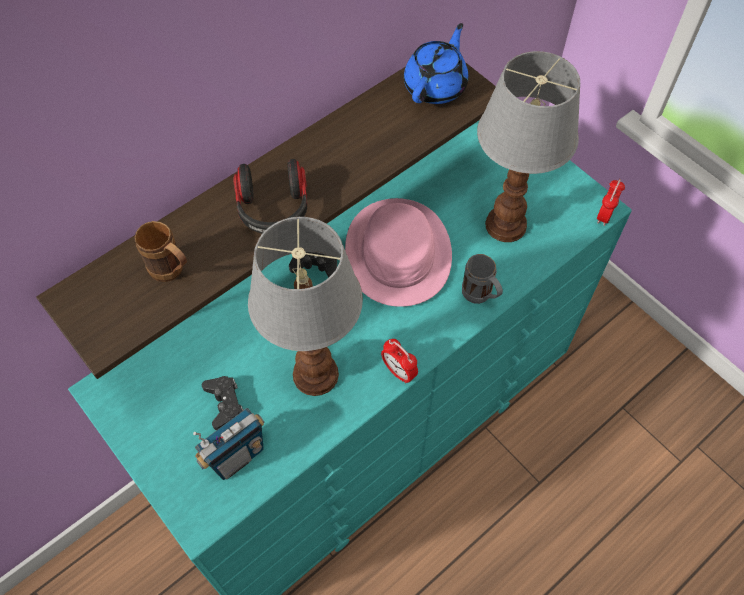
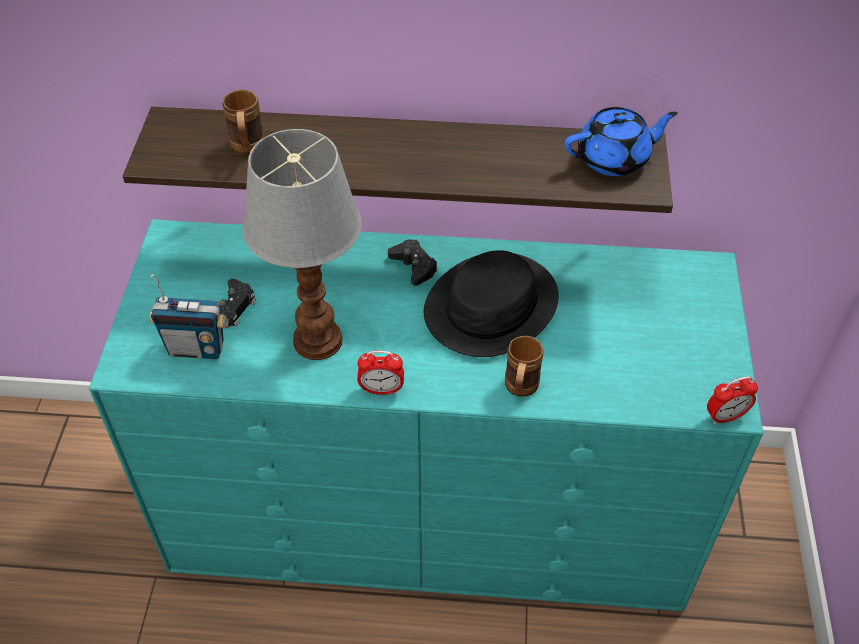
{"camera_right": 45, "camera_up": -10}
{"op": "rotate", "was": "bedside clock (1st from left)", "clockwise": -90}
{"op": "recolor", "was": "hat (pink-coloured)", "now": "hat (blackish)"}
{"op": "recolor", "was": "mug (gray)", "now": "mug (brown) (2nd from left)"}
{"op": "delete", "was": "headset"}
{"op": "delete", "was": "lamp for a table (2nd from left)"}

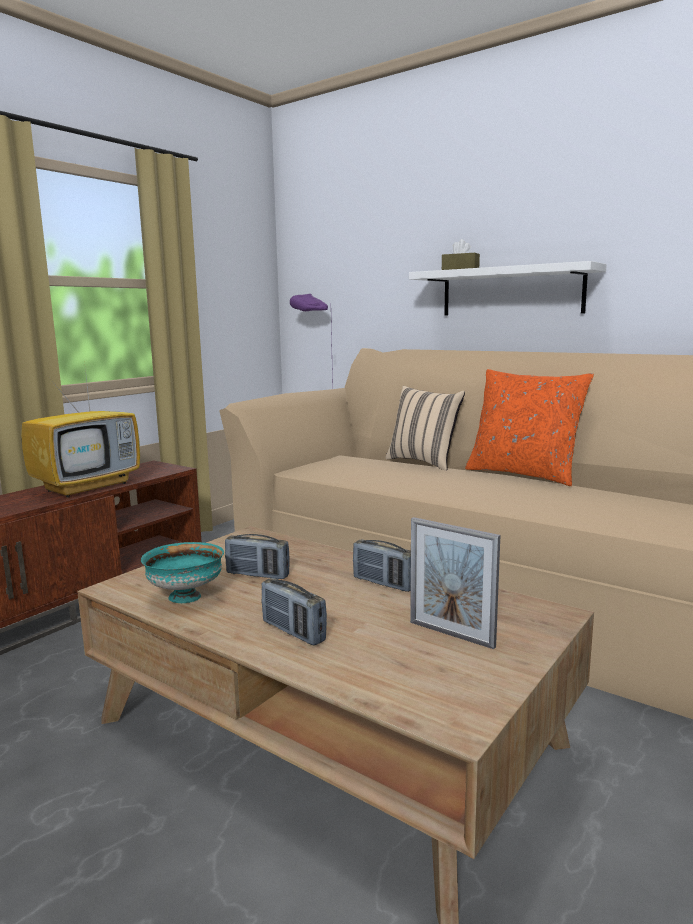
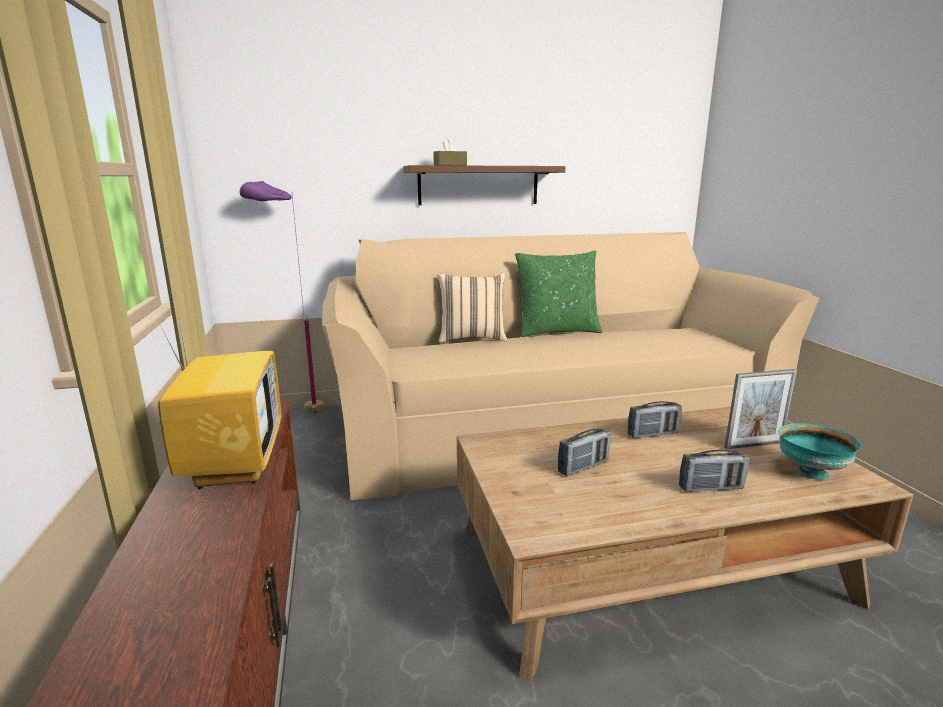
{"camera_right": -50, "camera_up": 5}
{"op": "recolor", "was": "shelf (white-coloured)", "now": "shelf (brown)"}
{"op": "recolor", "was": "throw pillow (orange)", "now": "throw pillow (green-coloured)"}
{"op": "move", "was": "deep dish (blue-green)"}

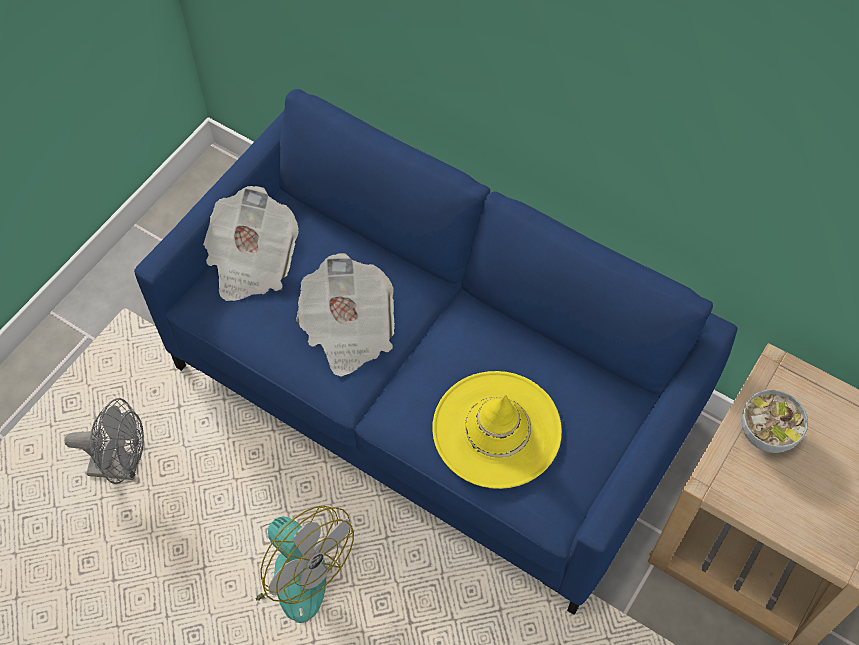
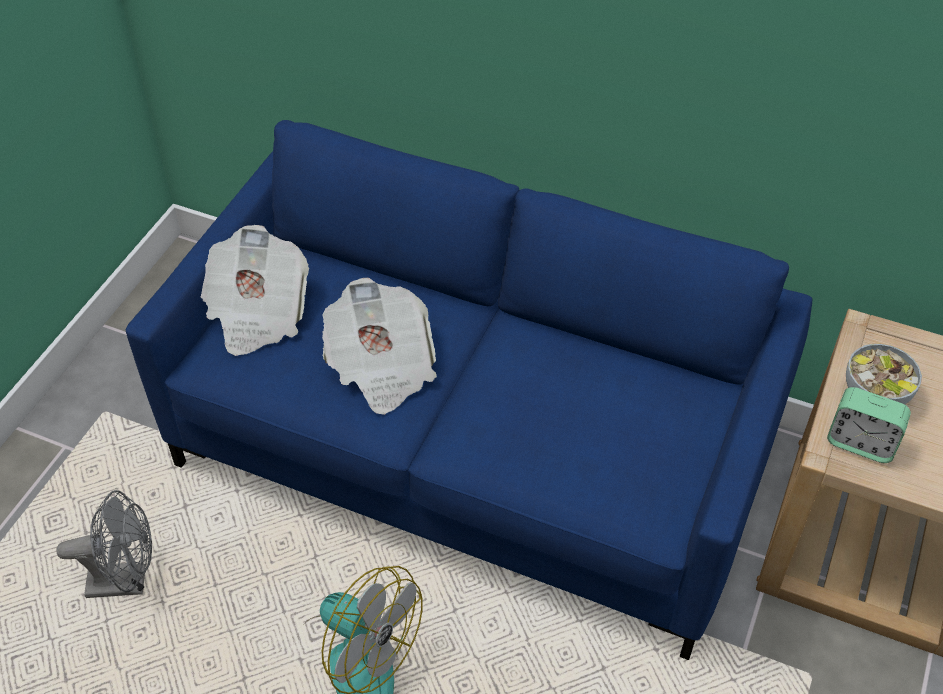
{"camera_right": -10, "camera_up": -10}
{"op": "insert", "now": "bedside clock"}
{"op": "delete", "was": "hat (yellowish)"}

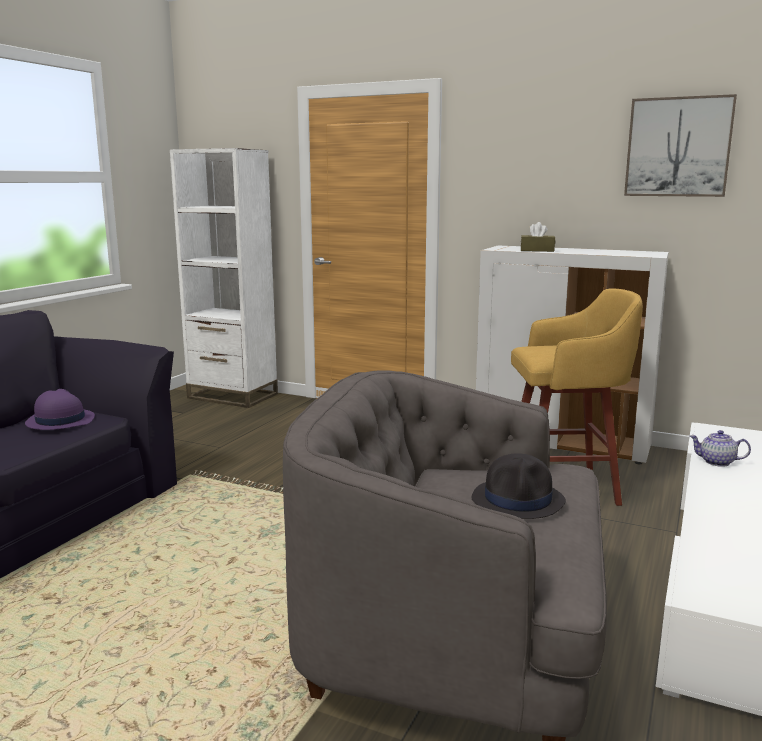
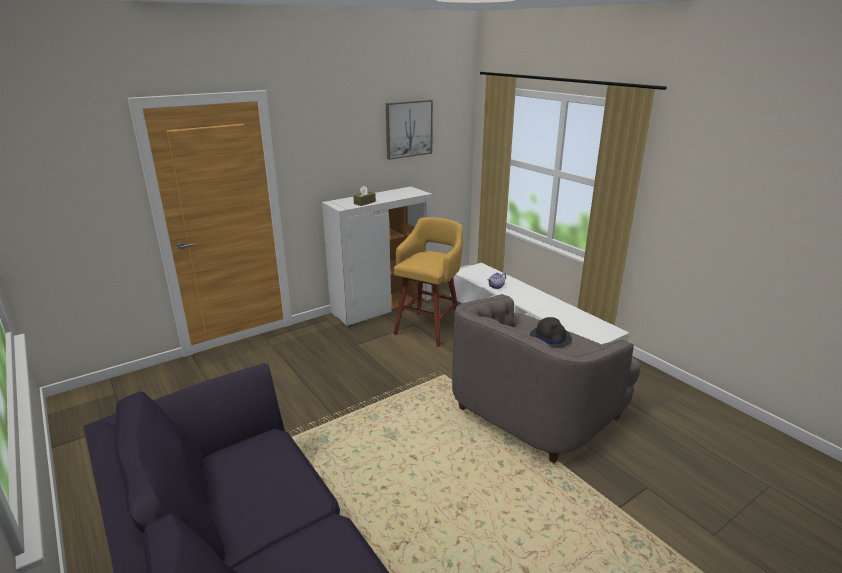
{"camera_right": -60, "camera_up": 10}
{"op": "delete", "was": "hat (purplish)"}
{"op": "delete", "was": "bookcase (white-coloured)"}

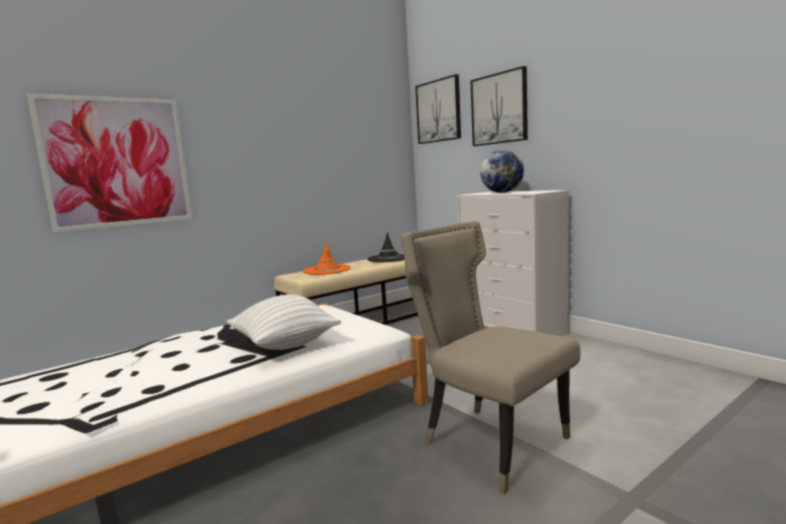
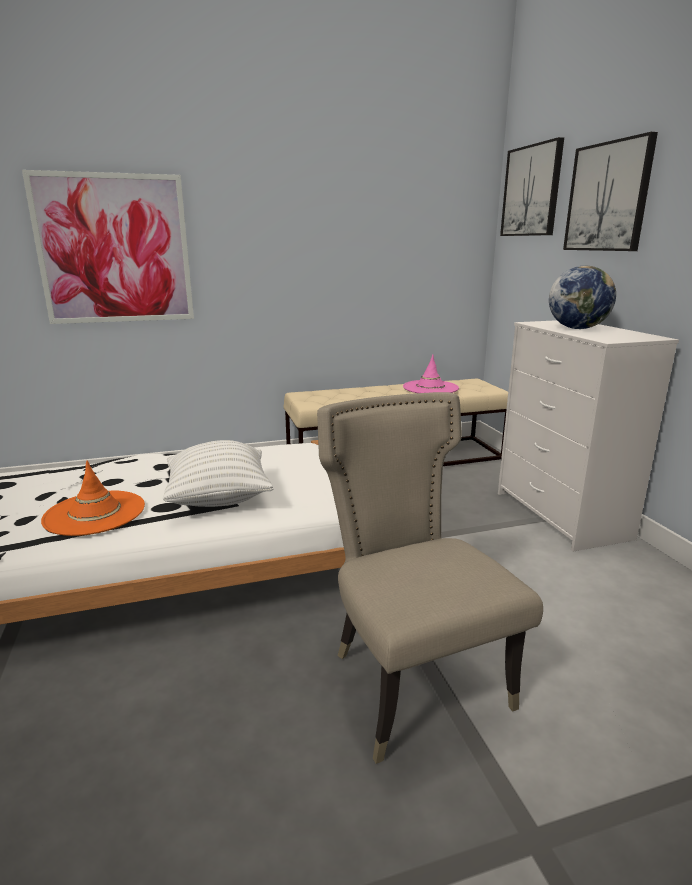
{"camera_right": 20, "camera_up": 10}
{"op": "move", "was": "hat (orange)"}
{"op": "recolor", "was": "hat (blackish)", "now": "hat (pink-coloured)"}

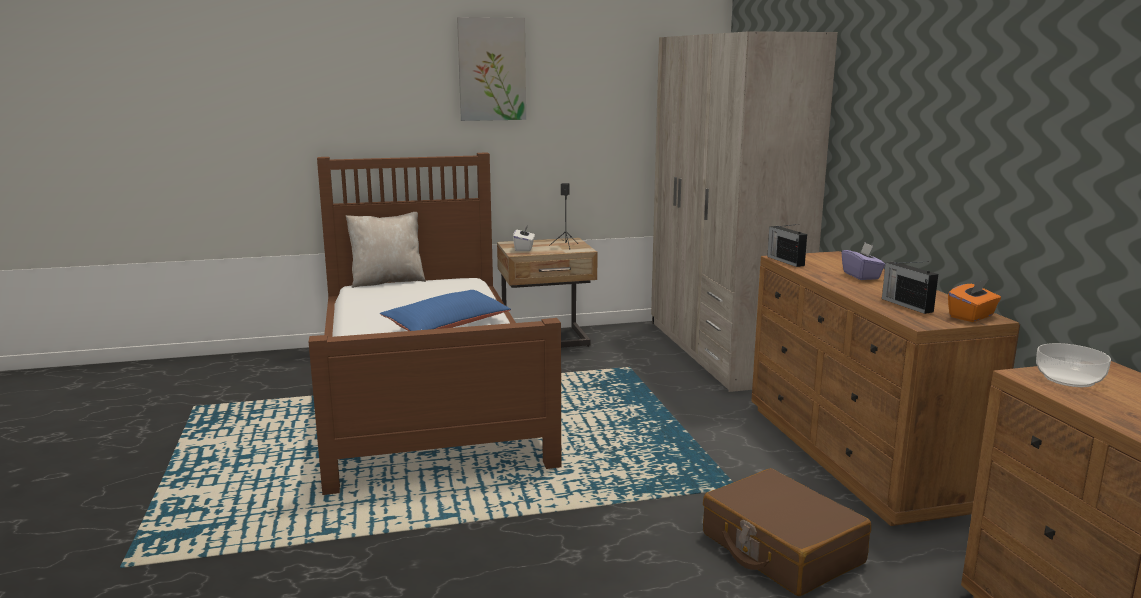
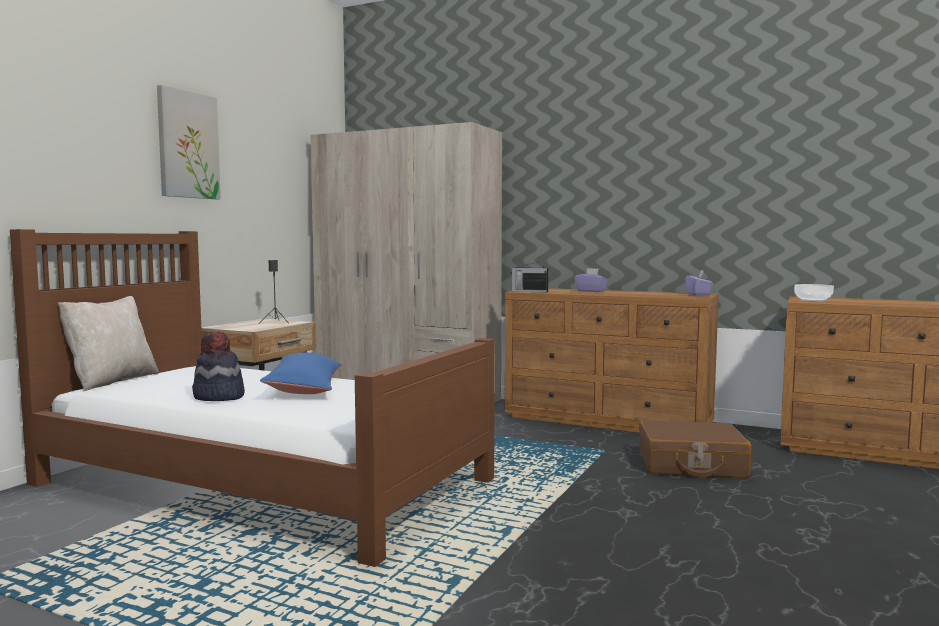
{"camera_right": -50, "camera_up": -10}
{"op": "insert", "now": "hat"}
{"op": "recolor", "was": "box of tissues (orange)", "now": "box of tissues (purplish) (2nd from left)"}
{"op": "delete", "was": "box of tissues (white-coloured)"}
{"op": "delete", "was": "radio set (2nd from left)"}

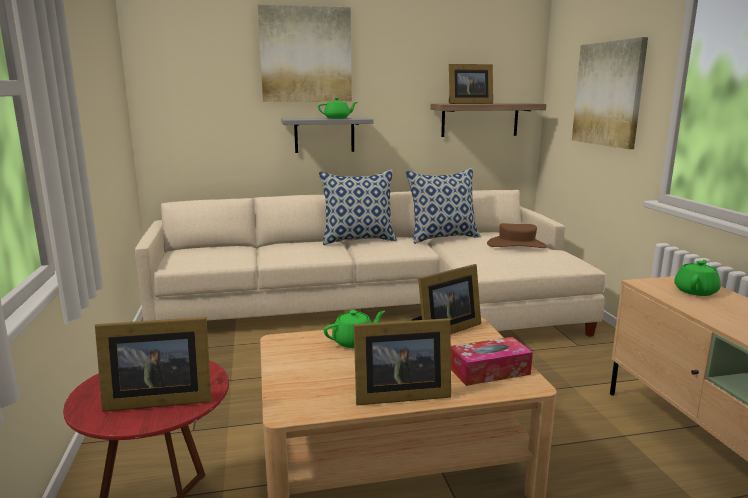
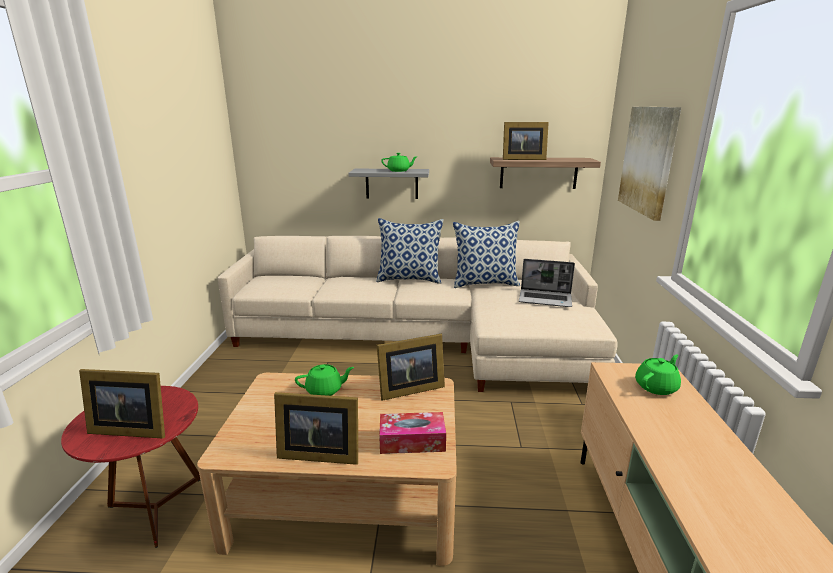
{"camera_right": 15, "camera_up": 5}
{"op": "replace", "was": "hat (brown)", "now": "laptop"}
{"op": "delete", "was": "wall art (1st from left)"}

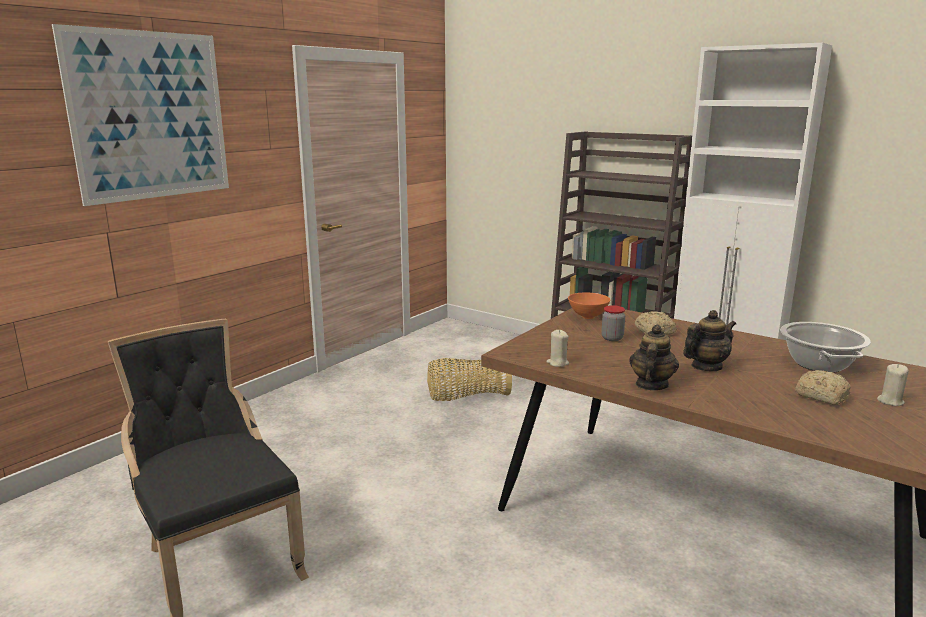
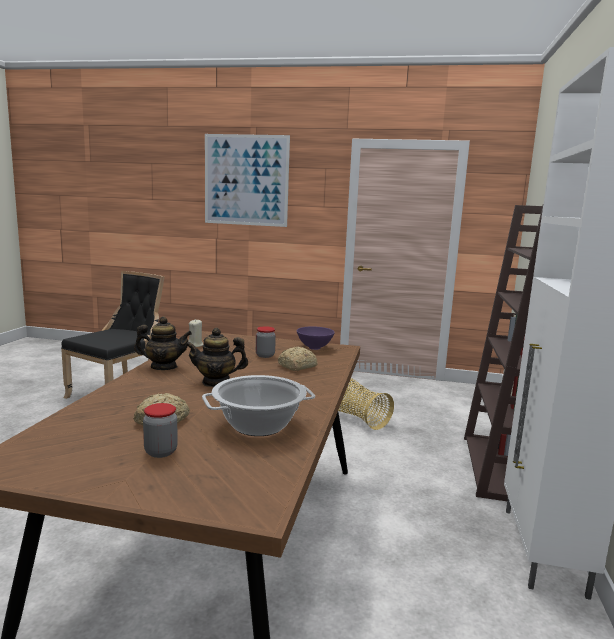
{"camera_right": 65, "camera_up": -5}
{"op": "replace", "was": "wax light (beige-coloured) (2nd from left)", "now": "storage jar (1st from left)"}
{"op": "rotate", "was": "pot for tea (2nd from left)", "clockwise": 135}
{"op": "recolor", "was": "deep dish (orange)", "now": "deep dish (purplish)"}

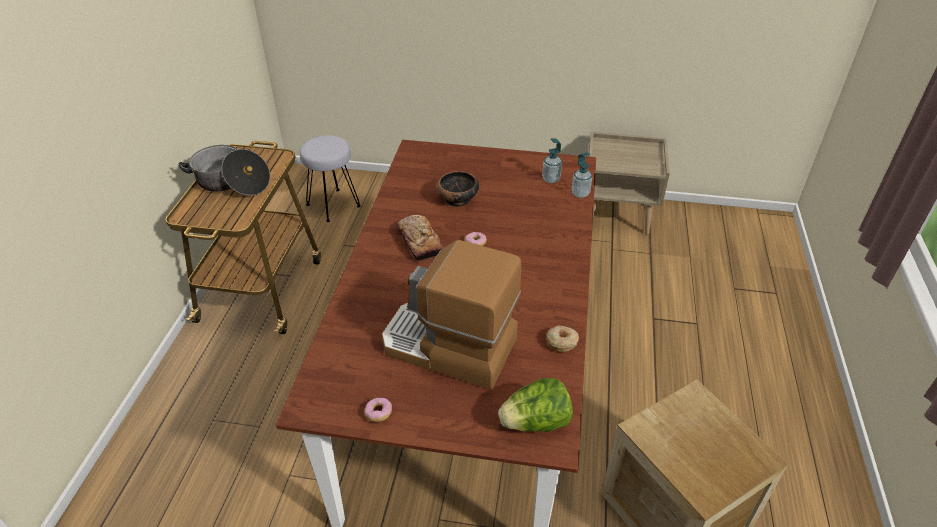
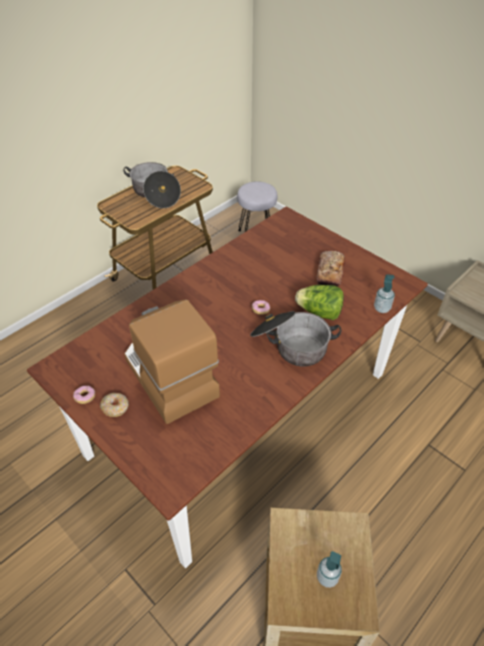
{"camera_right": 35, "camera_up": 5}
{"op": "move", "was": "doughnut (3rd from left in the first image)", "now": "doughnut (2nd from left)"}
{"op": "insert", "now": "saucepot (2nd from left)"}
{"op": "move", "was": "head of lettuce"}
{"op": "move", "was": "bakery bread"}
{"op": "move", "was": "soap bottle (1st from left)"}
{"op": "delete", "was": "deep dish"}

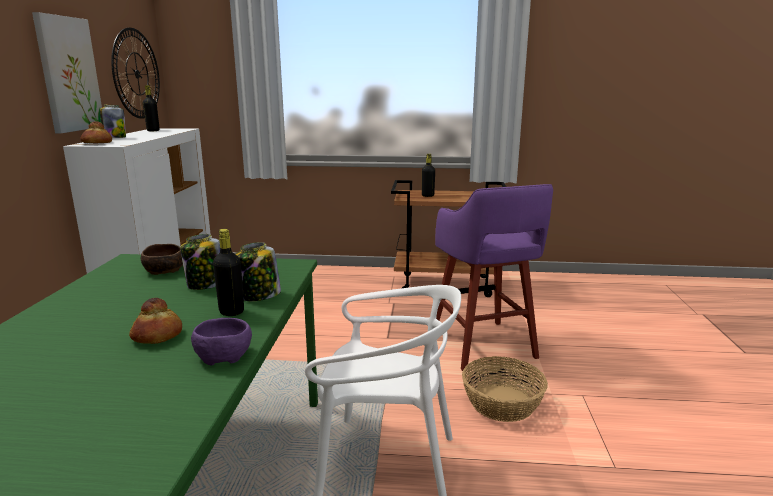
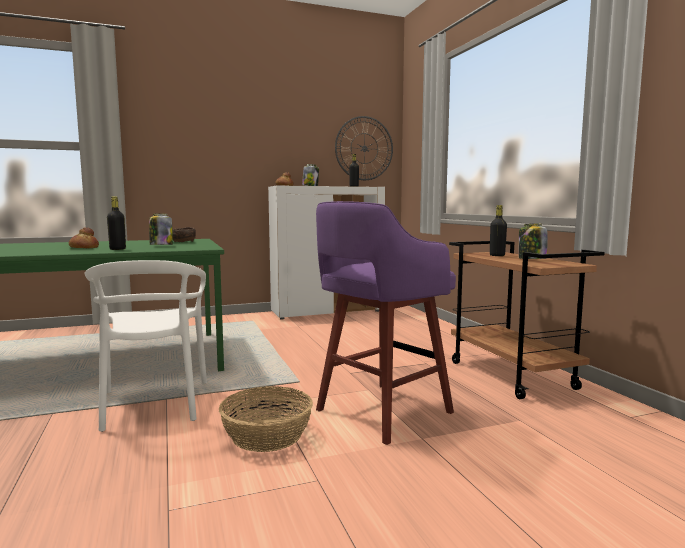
{"camera_right": 65, "camera_up": -10}
{"op": "move", "was": "storage jar (3rd from left)"}
{"op": "delete", "was": "wall art"}
{"op": "delete", "was": "deep dish (purplish)"}

